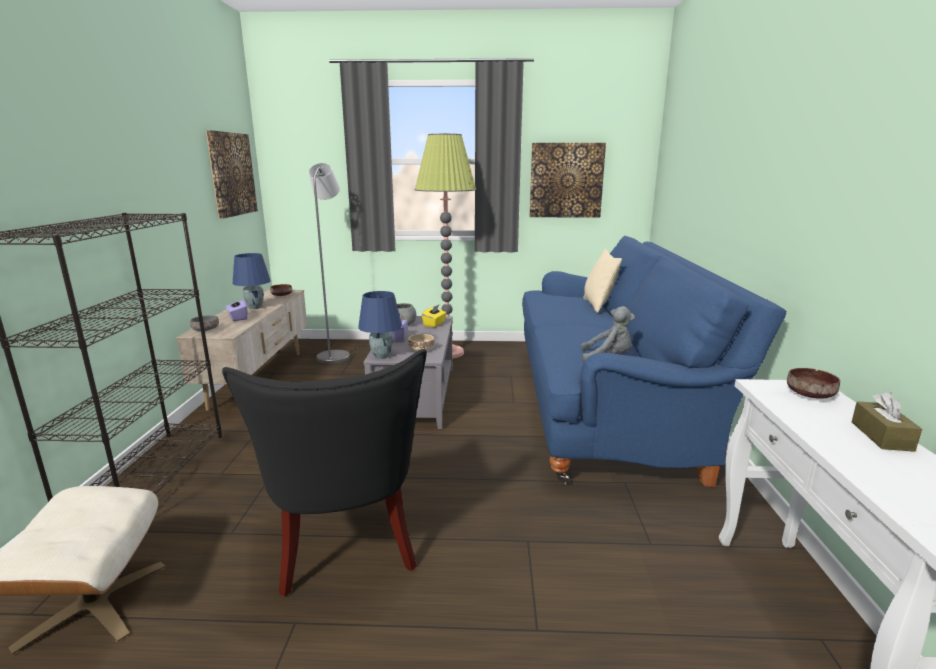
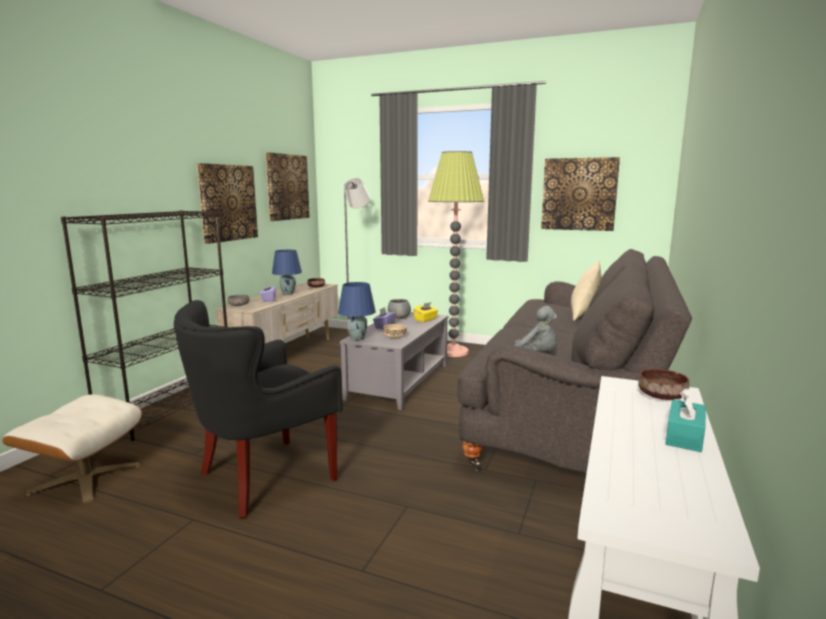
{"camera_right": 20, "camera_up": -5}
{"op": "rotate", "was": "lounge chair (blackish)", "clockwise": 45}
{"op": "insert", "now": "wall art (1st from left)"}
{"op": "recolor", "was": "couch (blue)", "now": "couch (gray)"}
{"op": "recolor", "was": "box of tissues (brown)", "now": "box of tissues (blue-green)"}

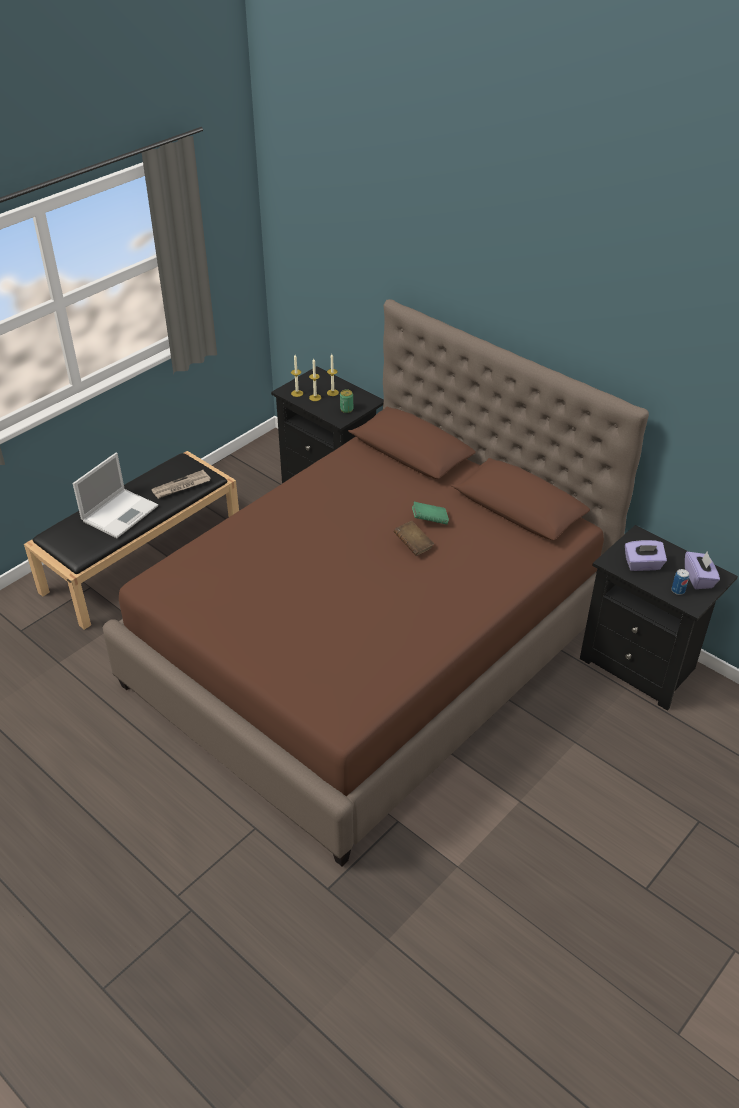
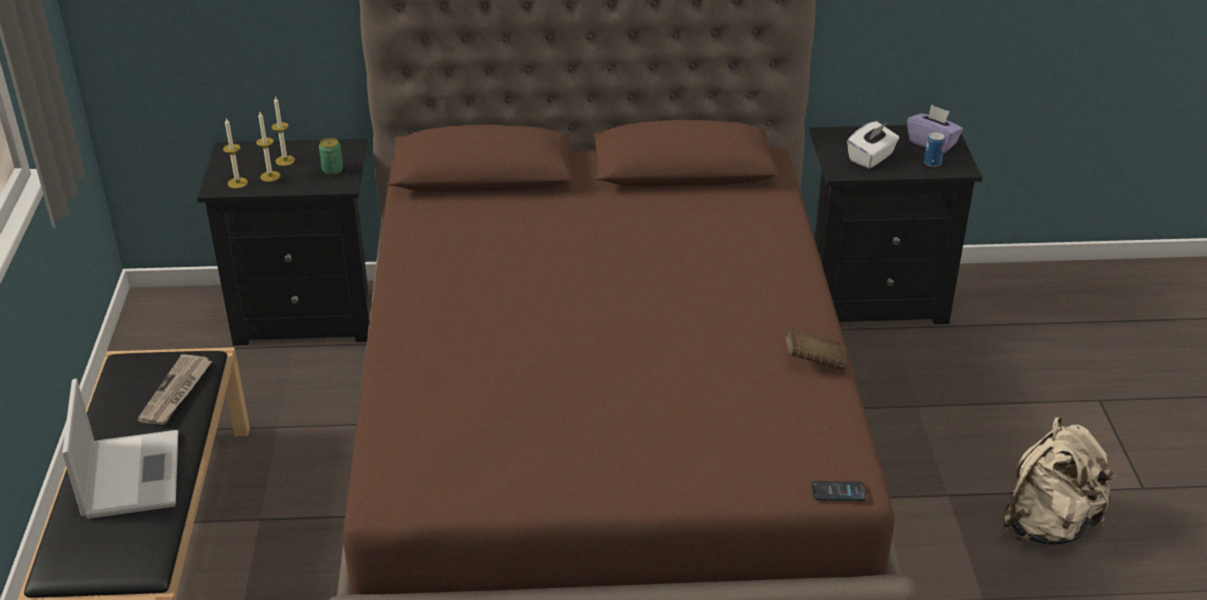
{"camera_right": -45, "camera_up": -5}
{"op": "move", "was": "volume (brown)"}
{"op": "insert", "now": "phone"}
{"op": "recolor", "was": "box of tissues (purplish) (1st from left)", "now": "box of tissues (white-coloured)"}
{"op": "insert", "now": "backpack (beige-coloured)"}
{"op": "delete", "was": "volume (green-coloured)"}

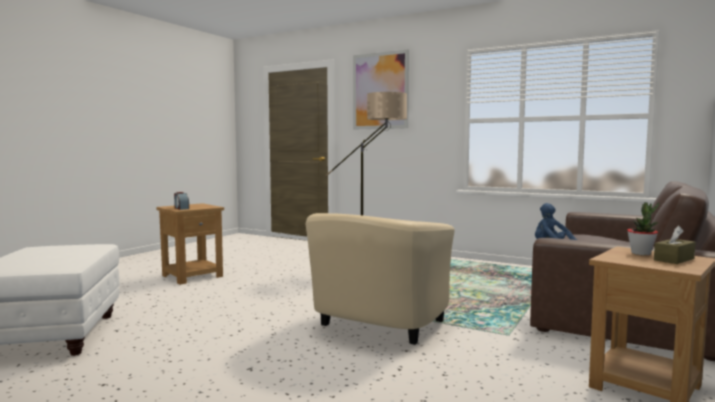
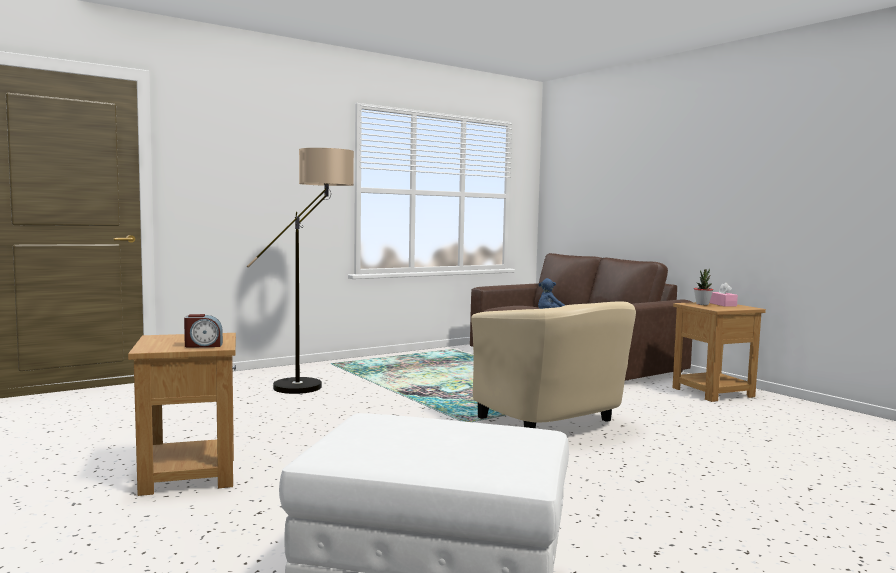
{"camera_right": -65, "camera_up": 0}
{"op": "recolor", "was": "box of tissues (brown)", "now": "box of tissues (pink-coloured)"}
{"op": "delete", "was": "wall art"}

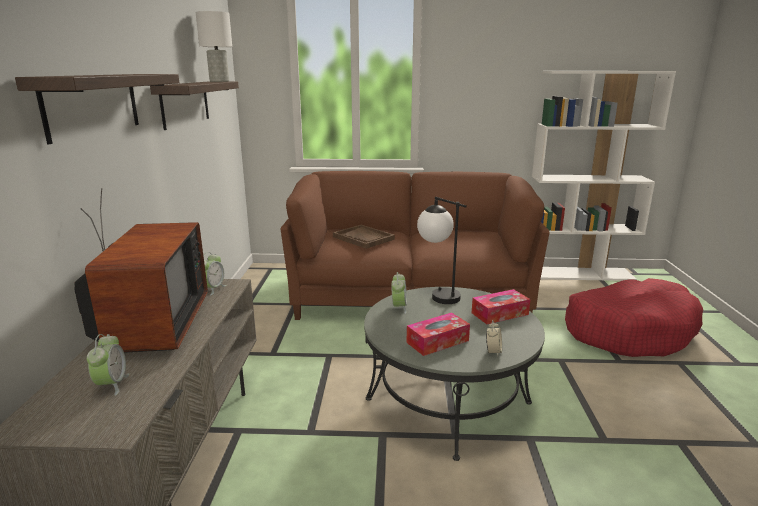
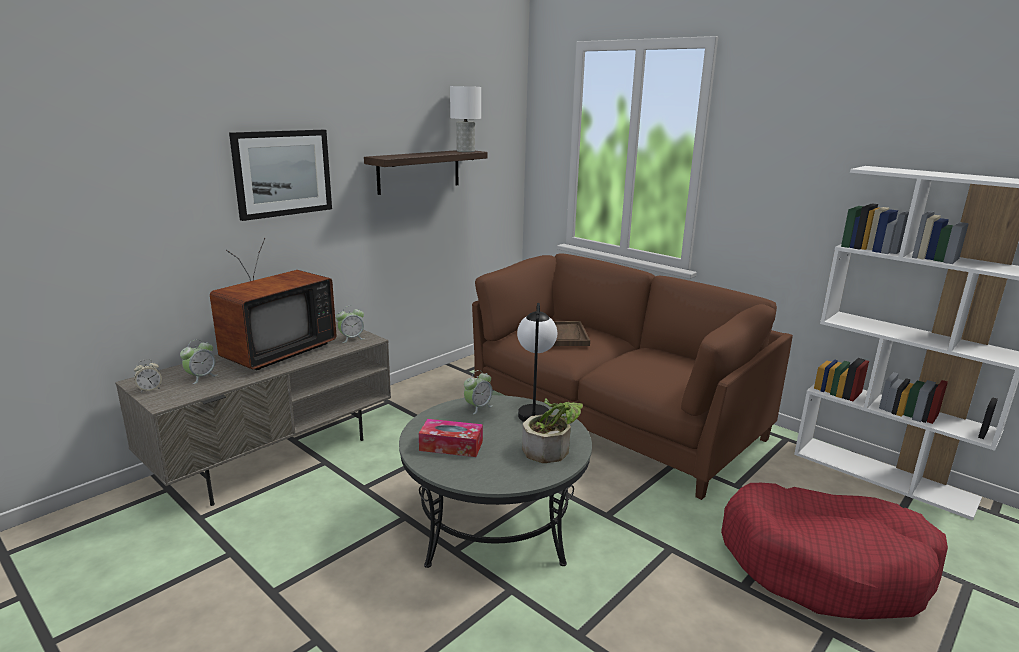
{"camera_right": 40, "camera_up": 0}
{"op": "move", "was": "bedside clock (4th from left in the first image)", "now": "bedside clock (1st from left)"}
{"op": "replace", "was": "shelf (1st from left)", "now": "wall art"}
{"op": "replace", "was": "box of tissues (2nd from left)", "now": "houseplant"}

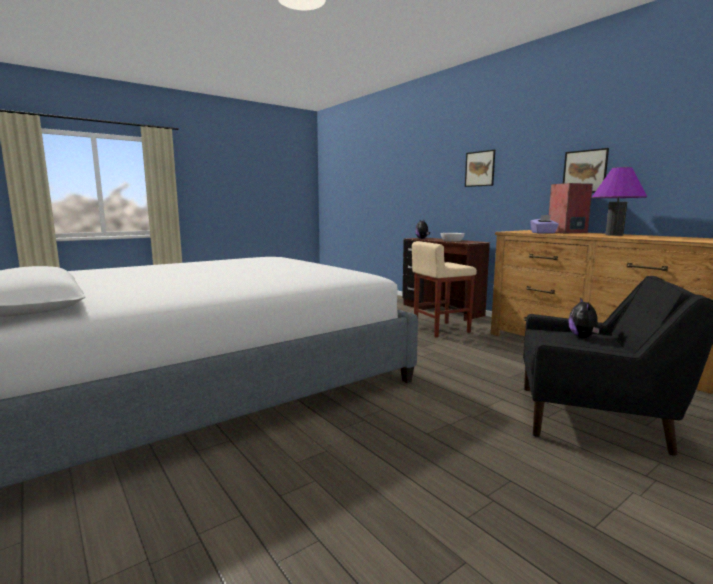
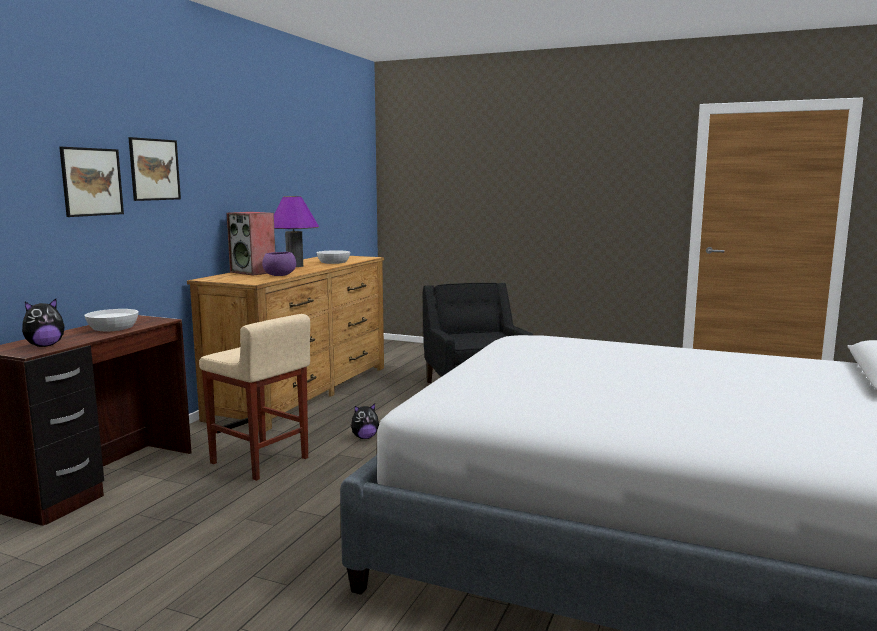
{"camera_right": -120, "camera_up": 0}
{"op": "move", "was": "wall art (2nd from left)"}
{"op": "replace", "was": "box of tissues (purplish)", "now": "deep dish (purplish)"}
{"op": "insert", "now": "deep dish (white-coloured) (2nd from left)"}
{"op": "move", "was": "plush toy (2nd from left)"}

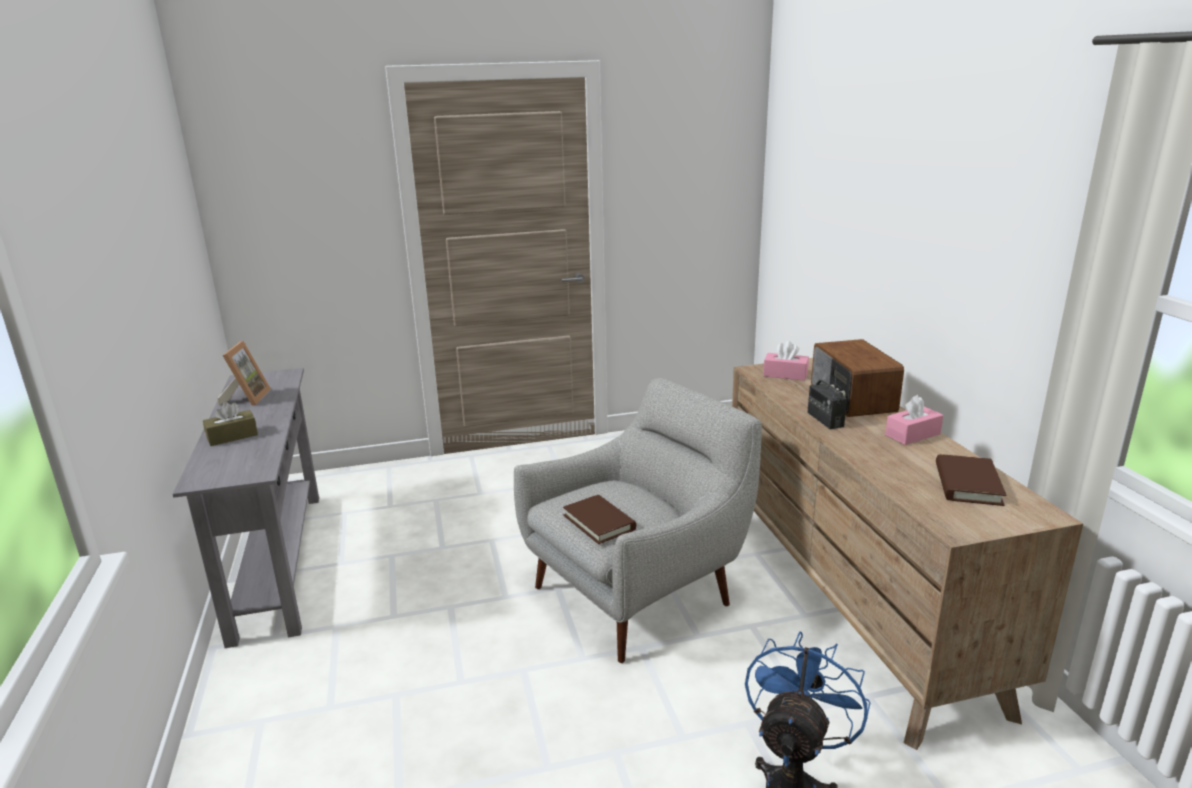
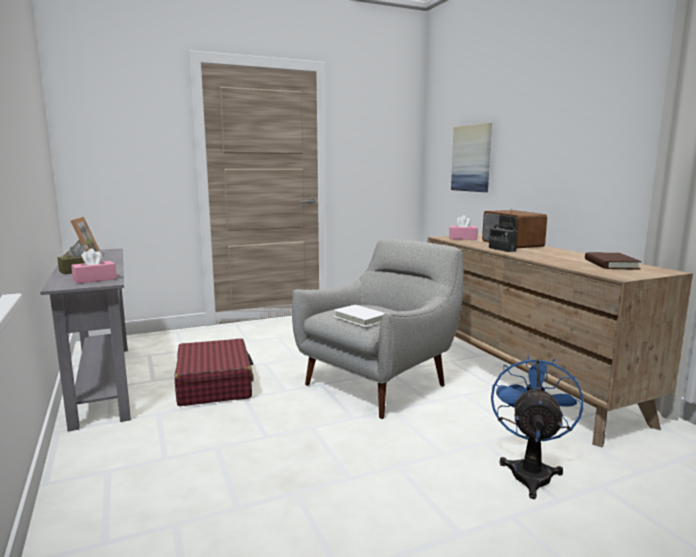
{"camera_right": -10, "camera_up": -10}
{"op": "move", "was": "box of tissues (pink-coloured) (2nd from left in the first image)", "now": "box of tissues (pink-coloured) (1st from left)"}
{"op": "insert", "now": "travel case (red)"}
{"op": "recolor", "was": "volume (brown) (1st from left)", "now": "volume (white-coloured)"}
{"op": "insert", "now": "wall art"}

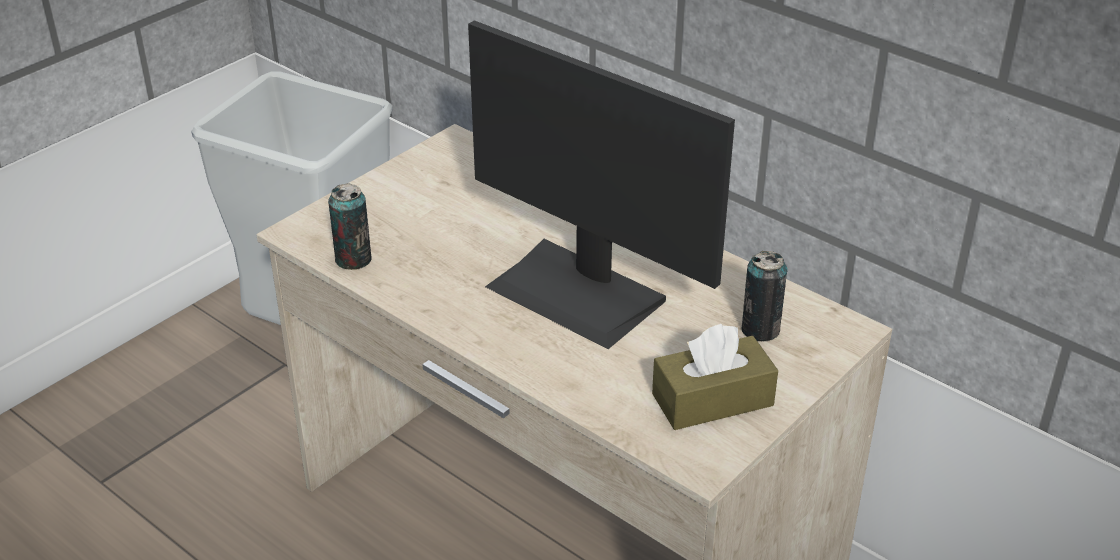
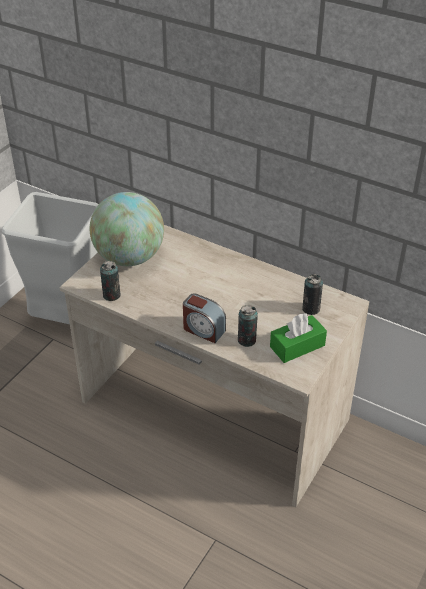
{"camera_right": -10, "camera_up": 5}
{"op": "insert", "now": "globe"}
{"op": "insert", "now": "bedside clock"}
{"op": "insert", "now": "can (2nd from left)"}
{"op": "recolor", "was": "box of tissues (brown)", "now": "box of tissues (green-coloured)"}
{"op": "delete", "was": "monitor"}

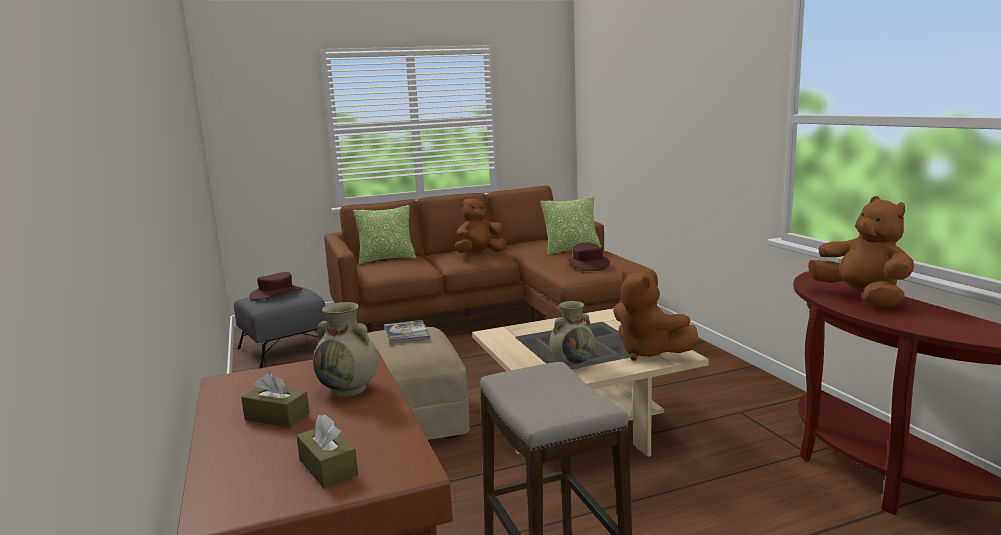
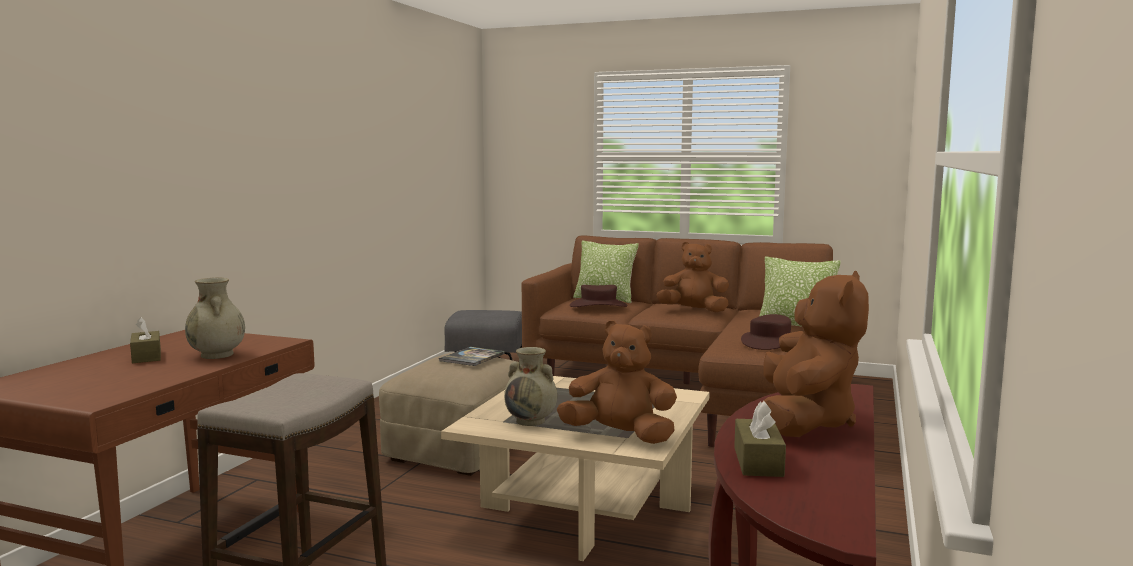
{"camera_right": 40, "camera_up": -5}
{"op": "rotate", "was": "plush toy (brown) (2nd from left in the first image)", "clockwise": 105}
{"op": "move", "was": "hat (brown) (1st from left)"}
{"op": "move", "was": "box of tissues (brown) (2nd from left)"}

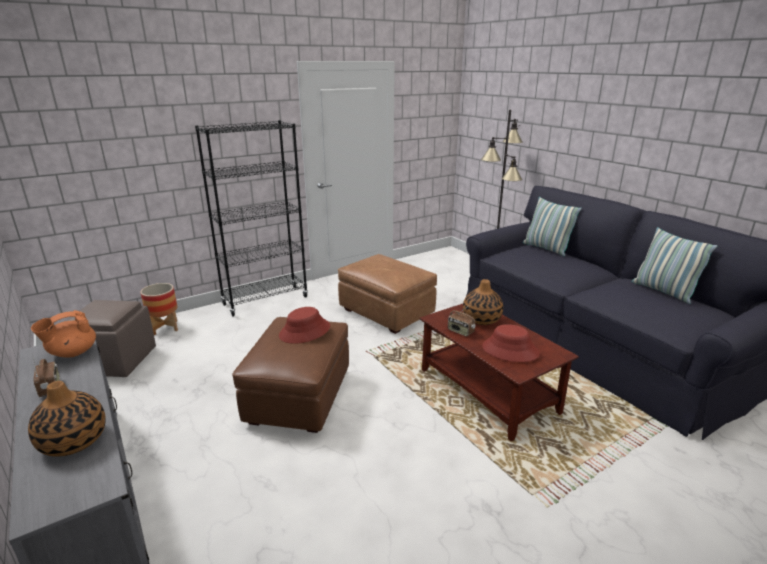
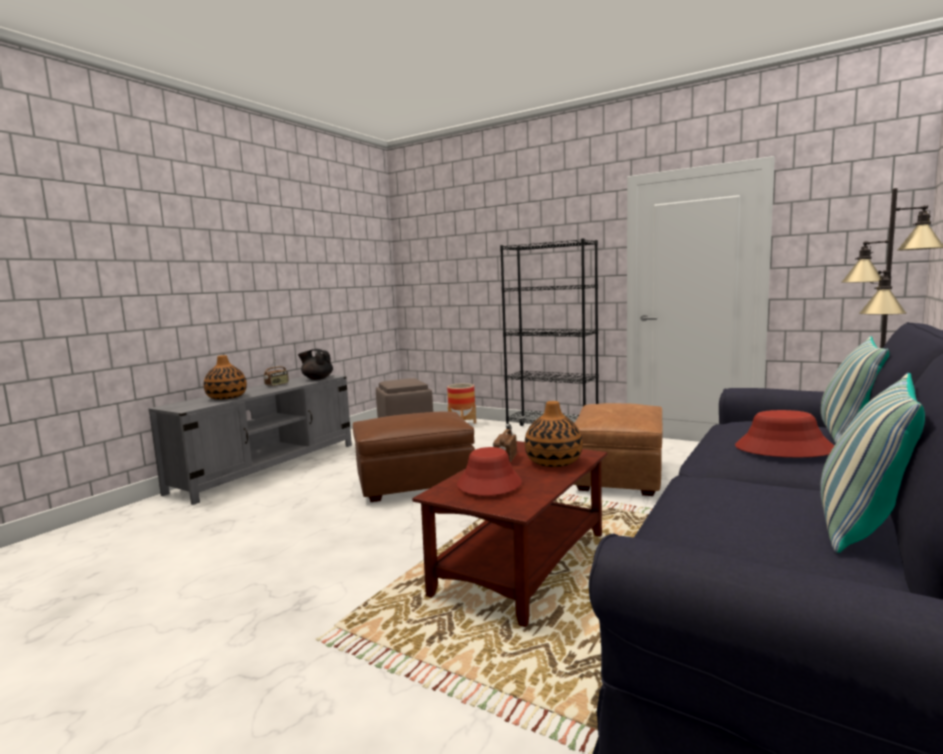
{"camera_right": 65, "camera_up": -15}
{"op": "recolor", "was": "pot for tea (orange)", "now": "pot for tea (blackish)"}
{"op": "move", "was": "hat (red) (1st from left in the first image)", "now": "hat (red) (2nd from left)"}

